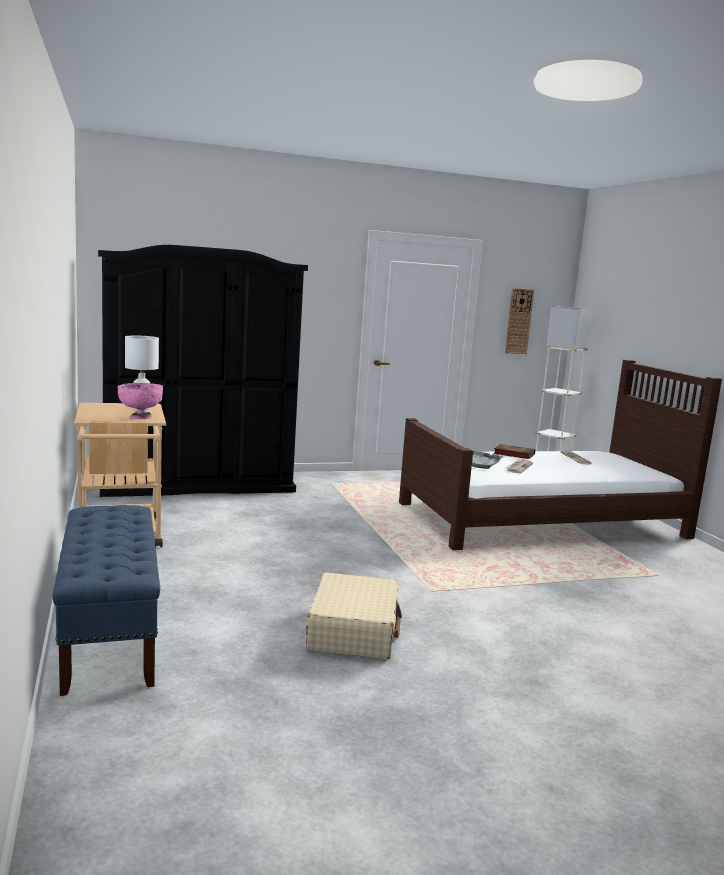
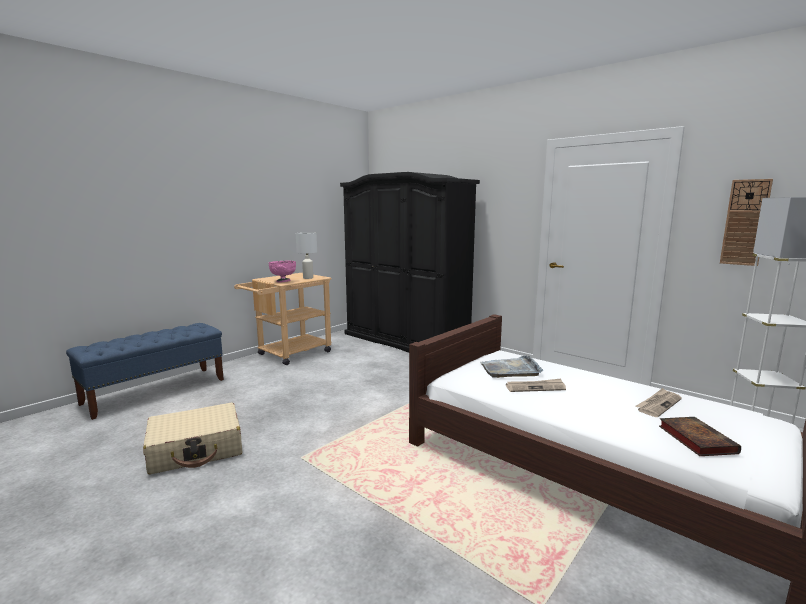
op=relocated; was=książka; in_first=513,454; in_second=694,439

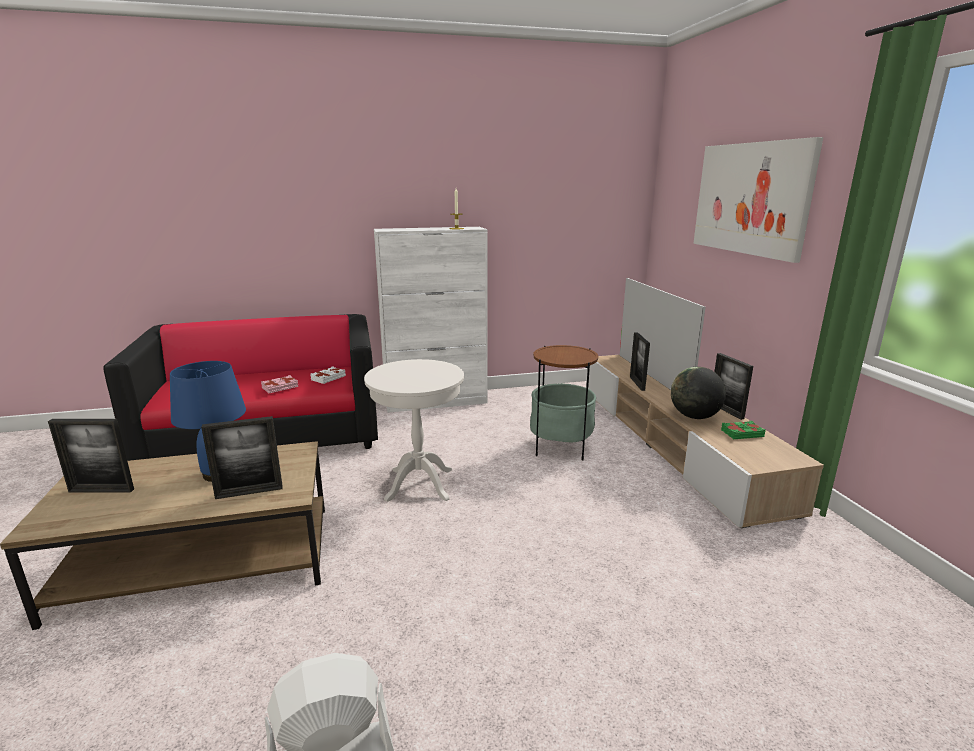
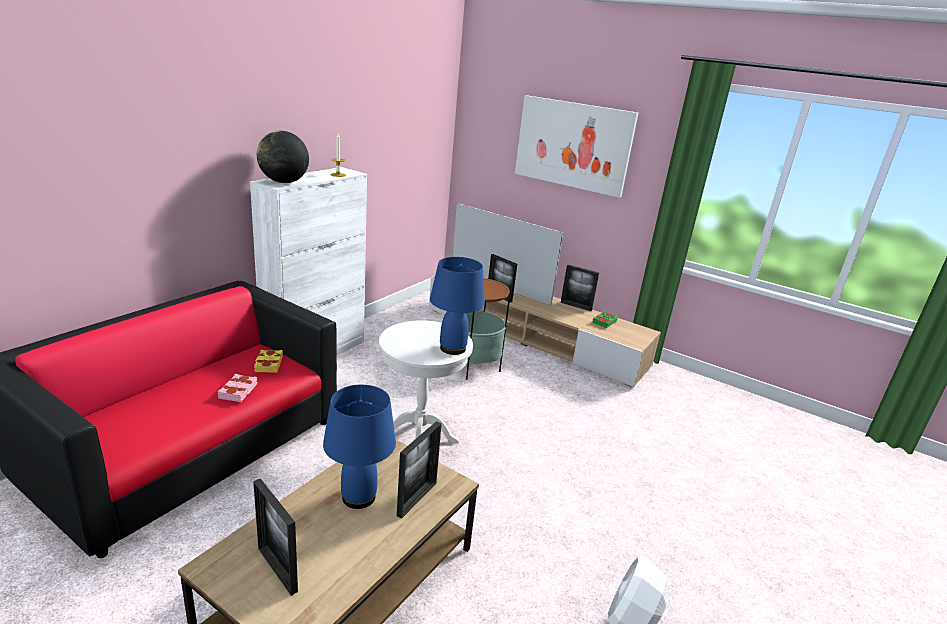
op=spun; was=ramka na zdjęcie; in_first=101,490; in_second=277,569; clockwise=90
op=colour; was=książka/biały; now=książka/żółty; in_first=328,378; in_second=268,364
op=relocated; was=globus; in_first=694,417; in_second=284,182
op=appeared; now=lampa stołowa/niebieski; in_second=452,348

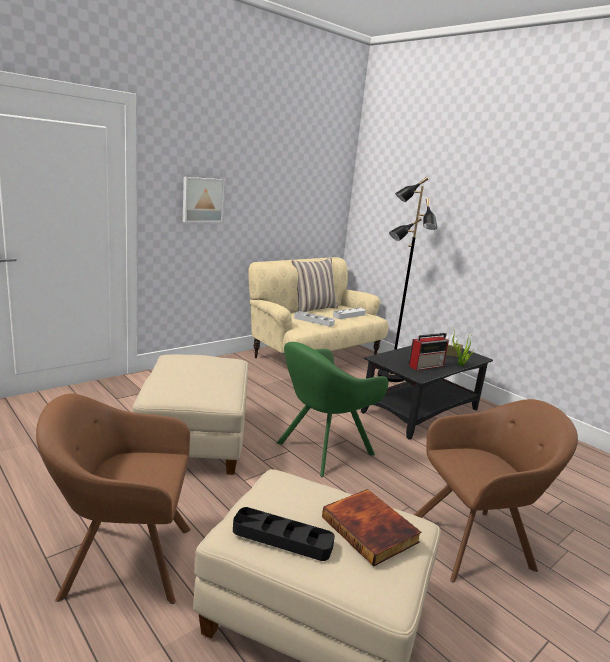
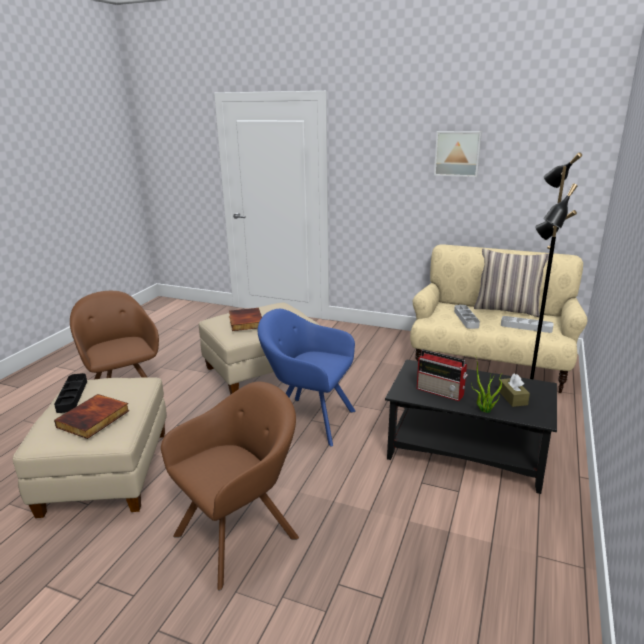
op=relocated; was=obraz; in_first=202,200; in_second=457,153
op=colour; was=fotel/zielony; now=fotel/niebieski; in_first=321,450; in_second=308,419
op=spun; was=fotel/brązowy; in_first=476,542; in_second=241,533; clockwise=-90
op=appeared; now=książka; in_second=245,321

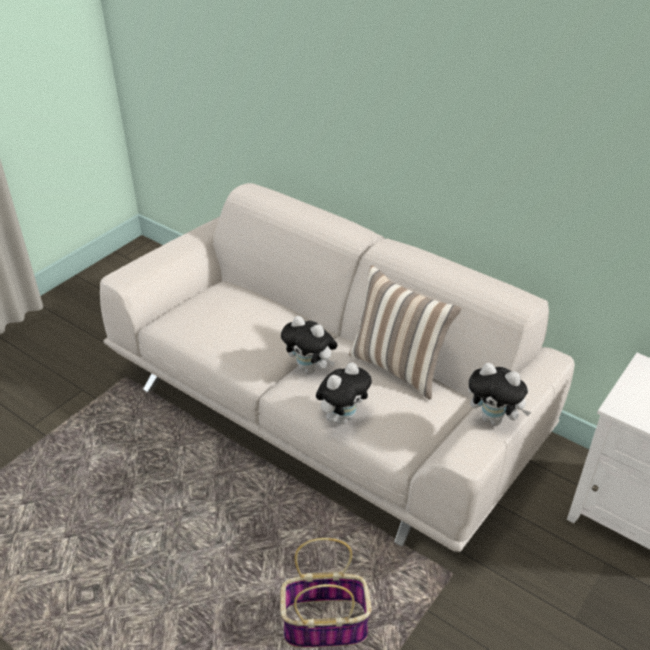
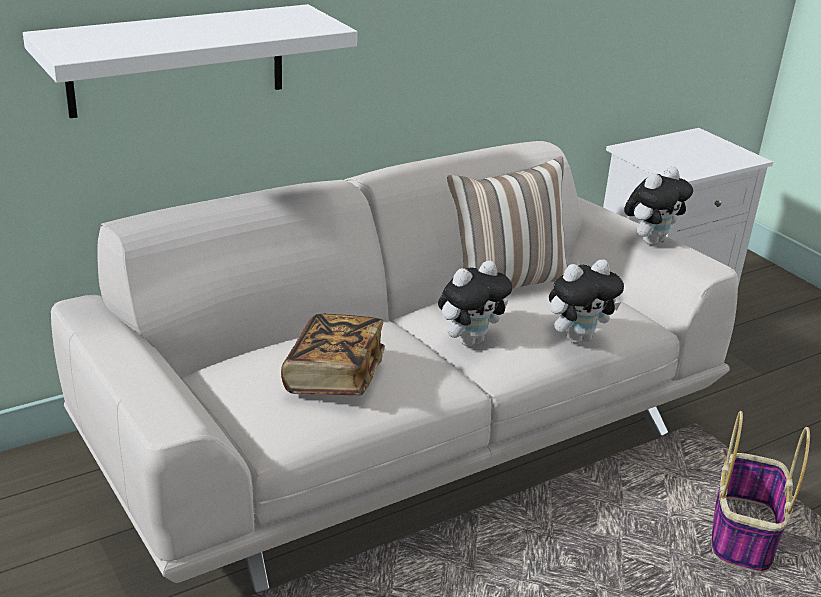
op=spun; was=pluszak; in_first=342,417; in_second=578,337; clockwise=90
op=appeared; now=półka/biały; in_second=177,60
op=appeared; now=książka; in_second=334,376

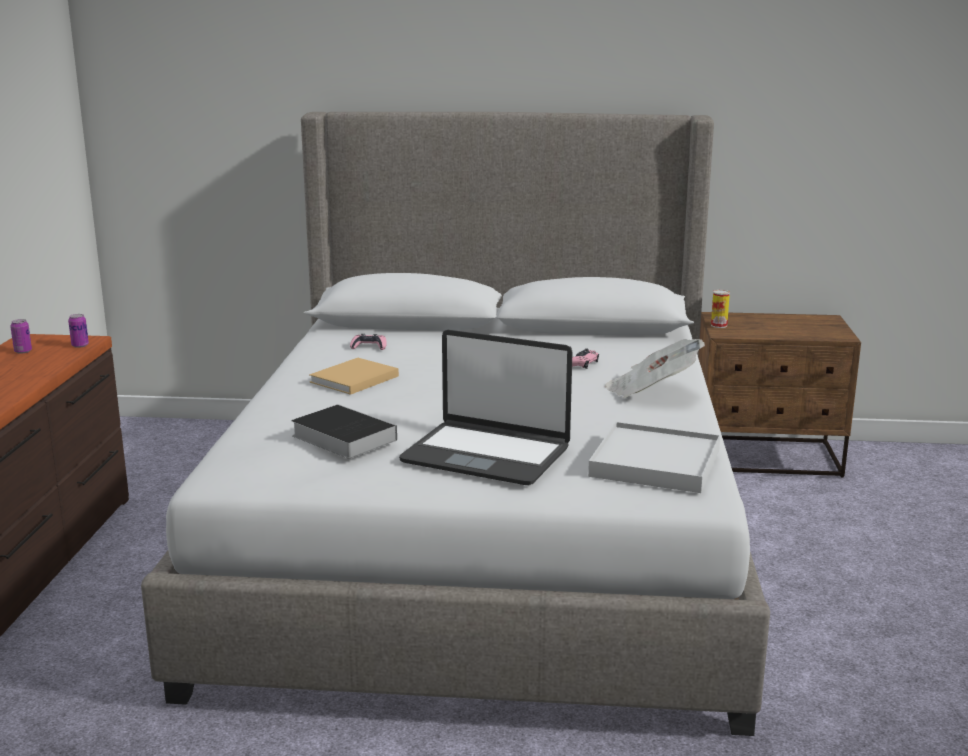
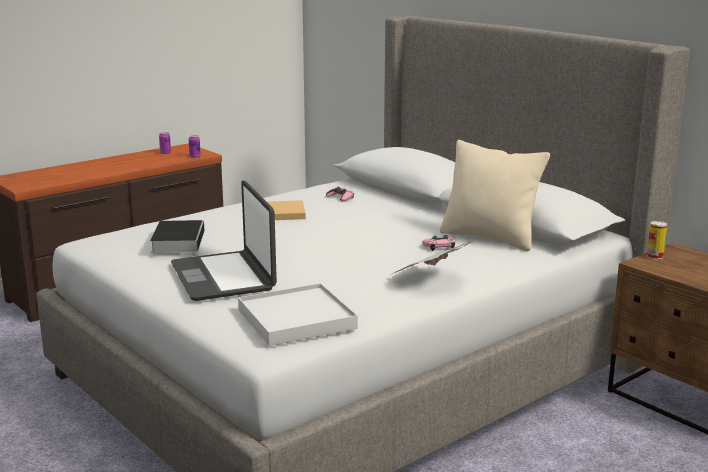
op=appeared; now=poduszka/beżowy; in_second=490,238

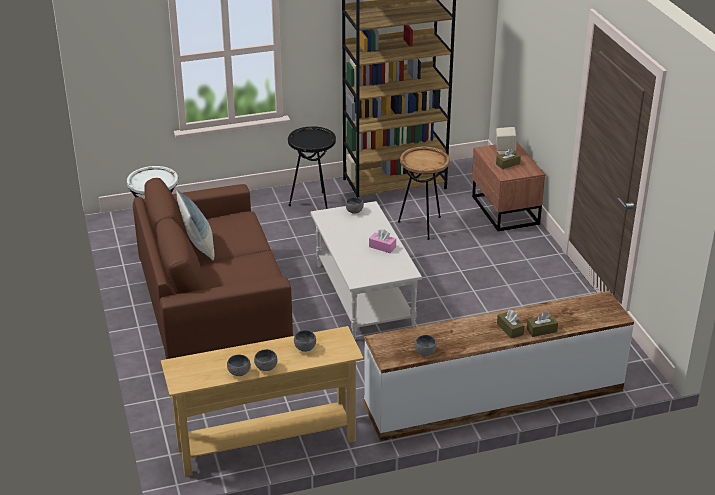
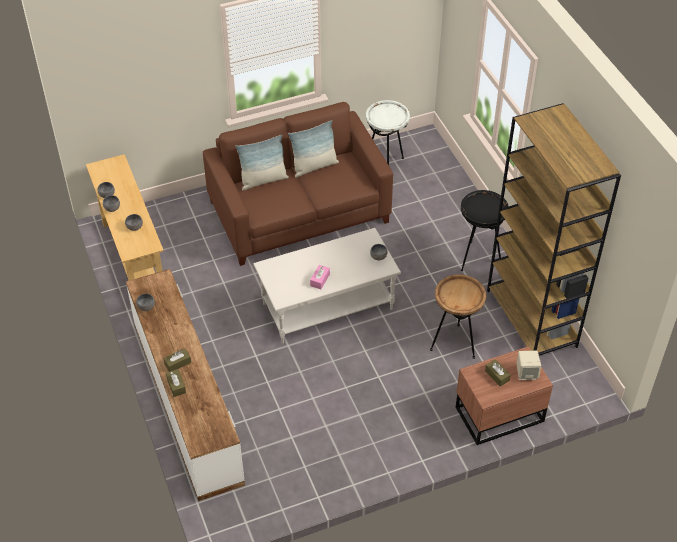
op=appeared; now=poduszka; in_second=263,180

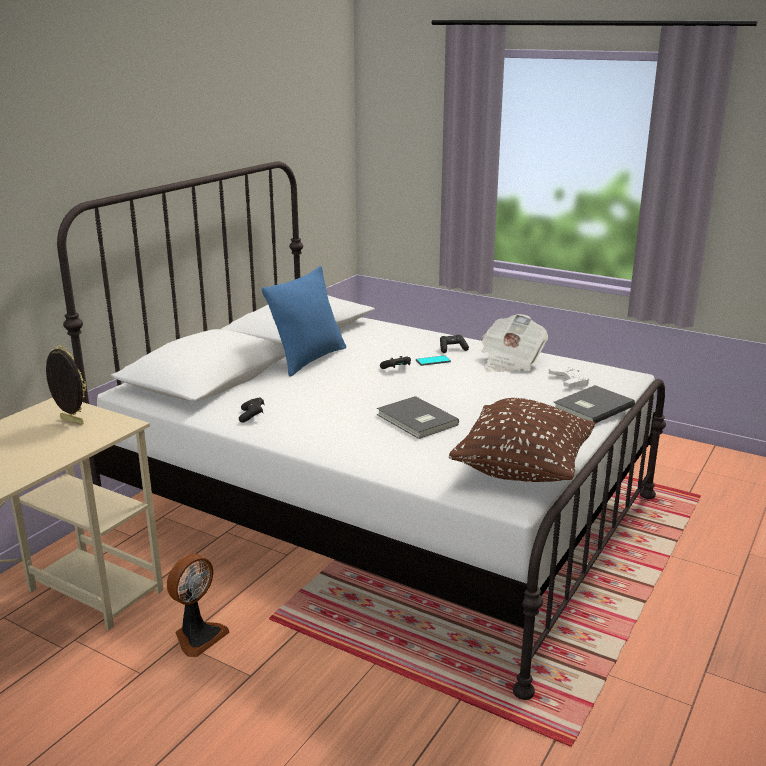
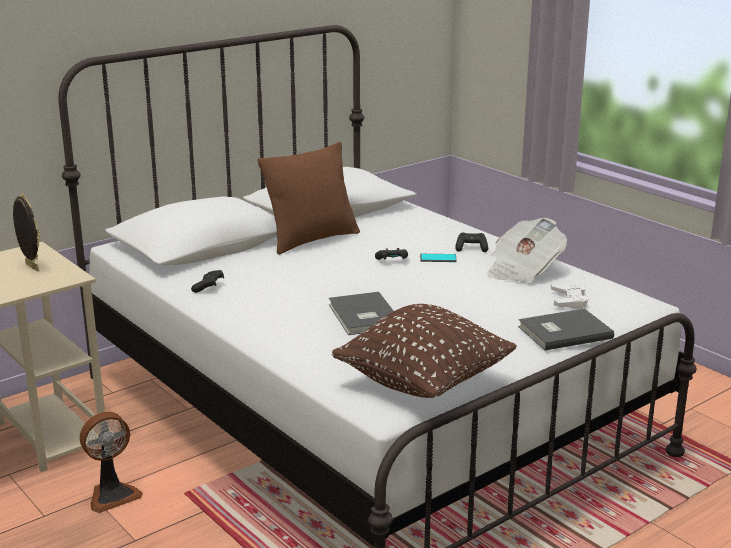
op=colour; was=poduszka/niebieski; now=poduszka/brązowy; in_first=309,359; in_second=312,239

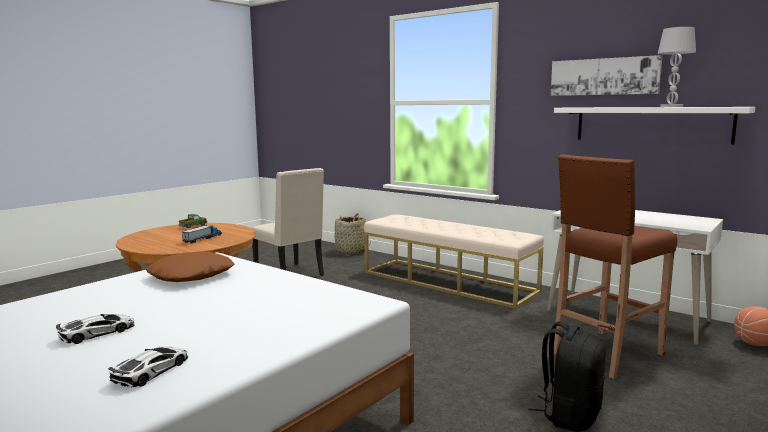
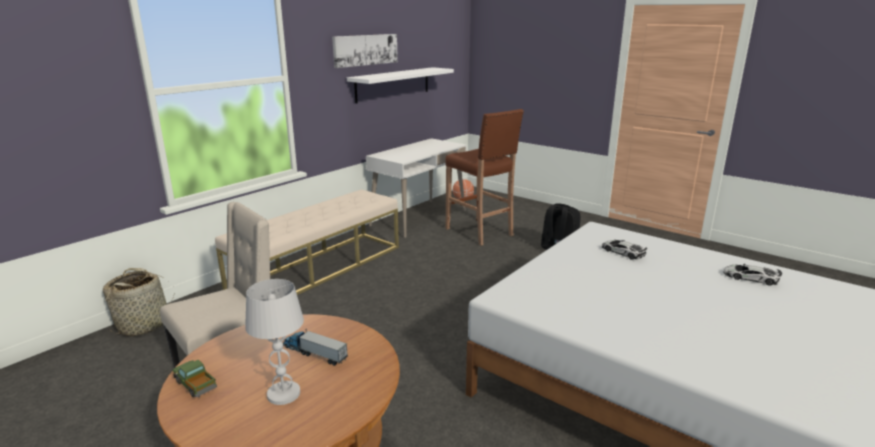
op=relocated; was=samochodzik; in_first=97,333; in_second=623,252
op=missing; was=poduszka/brązowy; in_first=191,275
op=relocated; was=lampa stołowa/biały; in_first=671,106; in_second=283,394

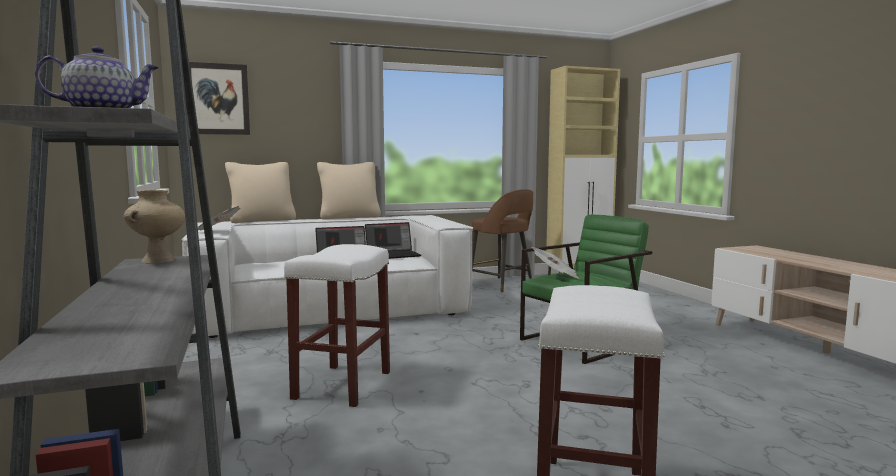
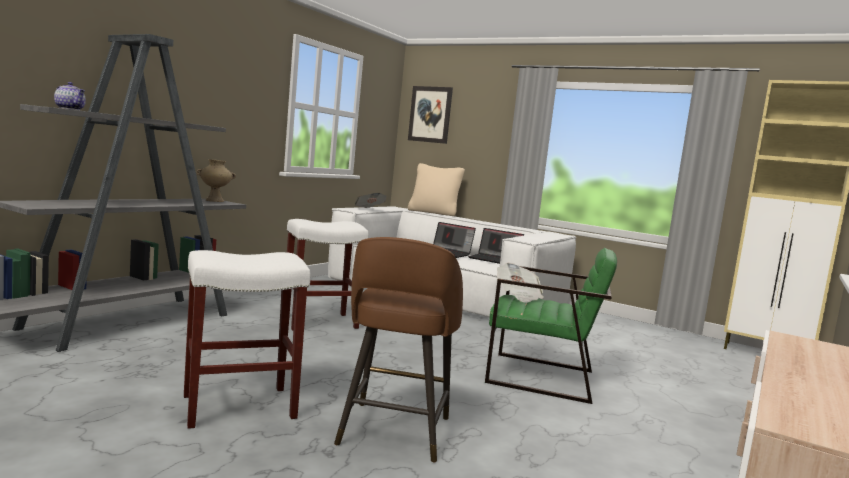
op=missing; was=poduszka/beżowy; in_first=349,217
op=relocated; was=stołek/brązowy; in_first=502,285; in_second=393,433

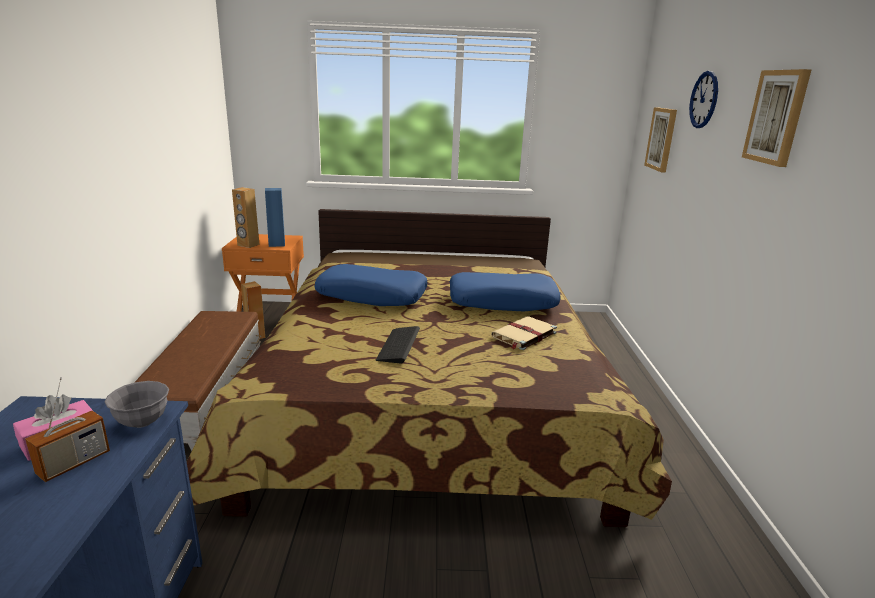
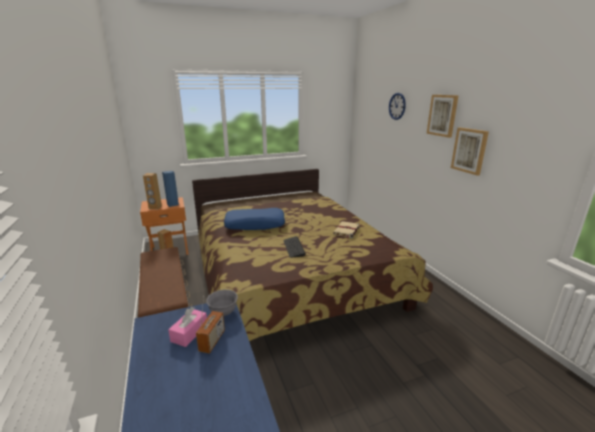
op=missing; was=poduszka/niebieski; in_first=502,302
op=relocated; was=obraz; in_first=661,139; in_second=469,150

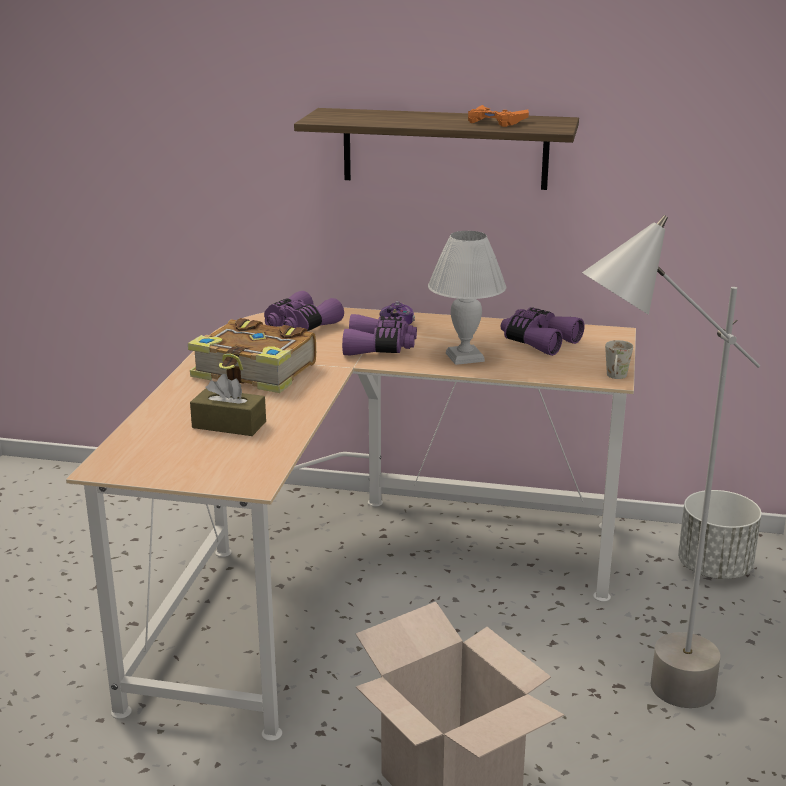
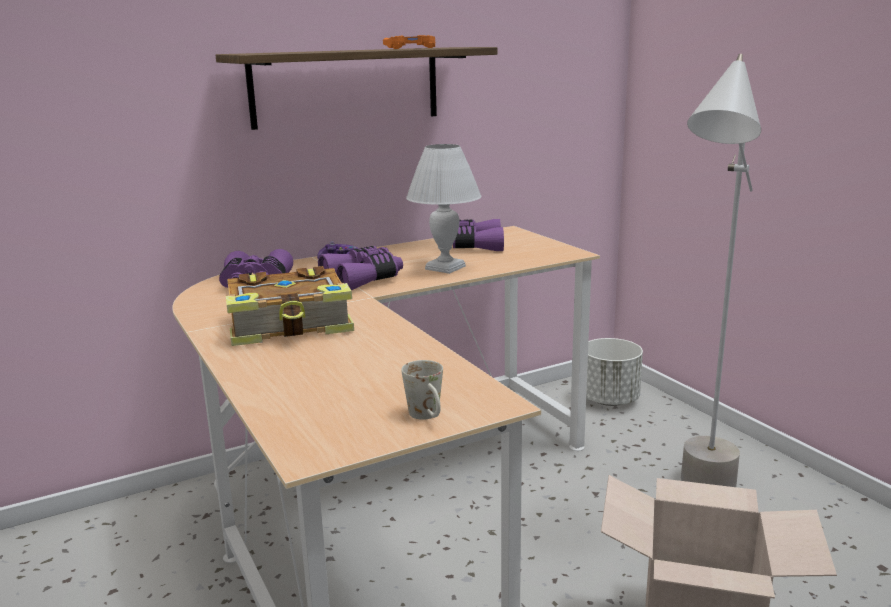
op=missing; was=pudełko chusteczek/brązowy; in_first=229,425
op=relocated; was=kubek/biały; in_first=616,378; in_second=428,417

